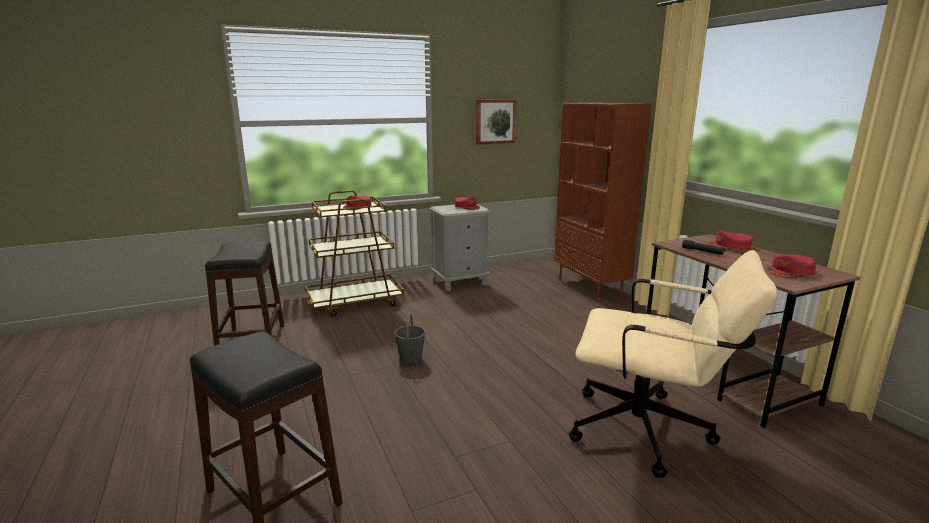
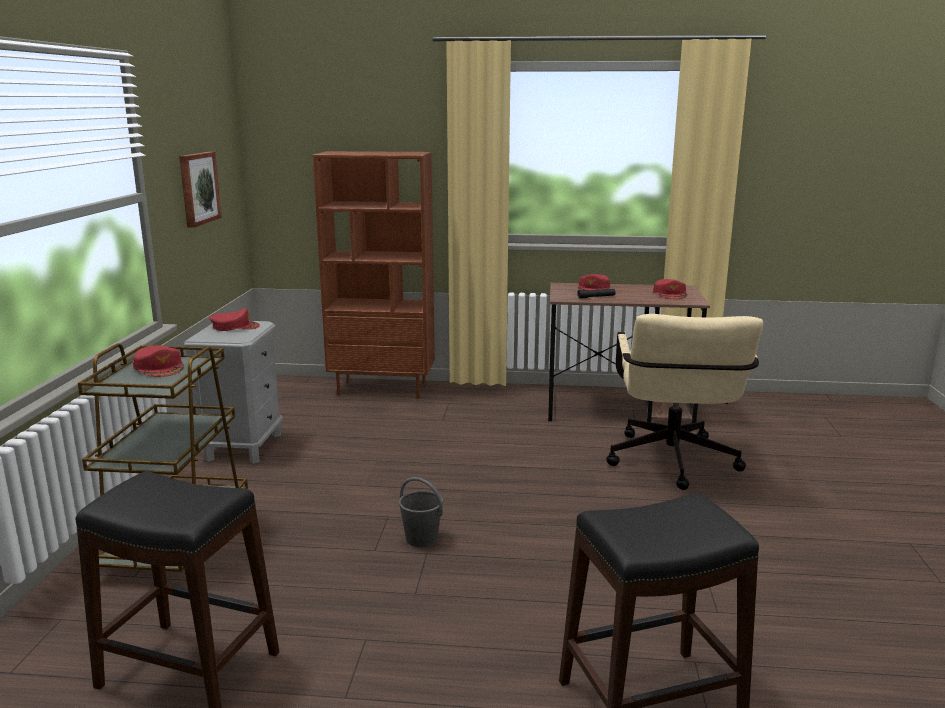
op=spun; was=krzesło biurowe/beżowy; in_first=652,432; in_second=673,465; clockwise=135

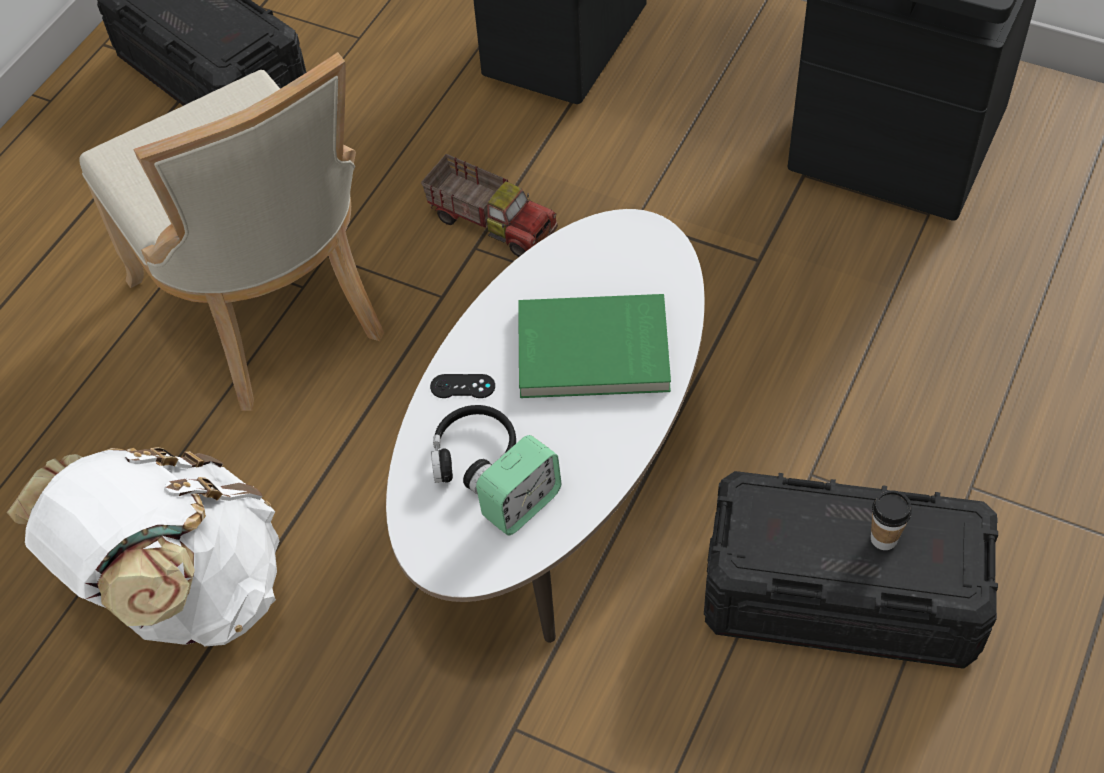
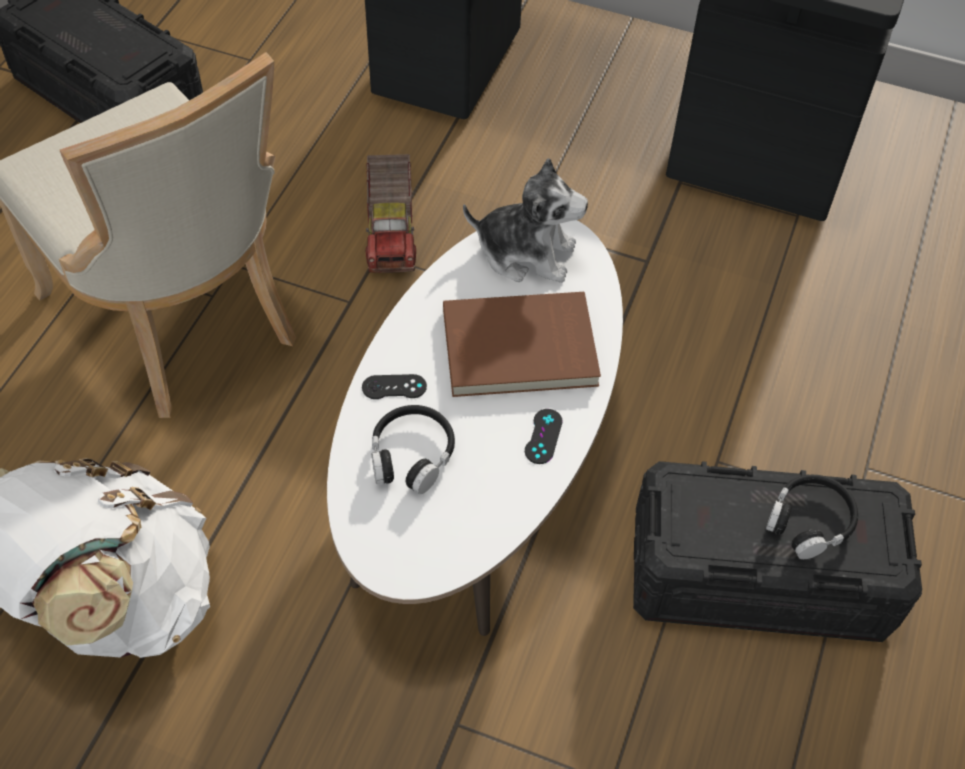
op=spun; was=ciężarówka zabawkowa; in_first=492,223; in_second=392,231; clockwise=60
op=missing; was=budzik; in_first=521,504
op=colour; was=książka/zielony; now=książka/brązowy; in_first=593,352; in_second=519,350
op=exchanged; was=filiżanka; now=słuchawki/czarny; in_first=883,538; in_second=809,521
op=appeared; now=pluszak; in_second=526,253
op=appeared; now=pad do gier/czarny; in_second=543,436

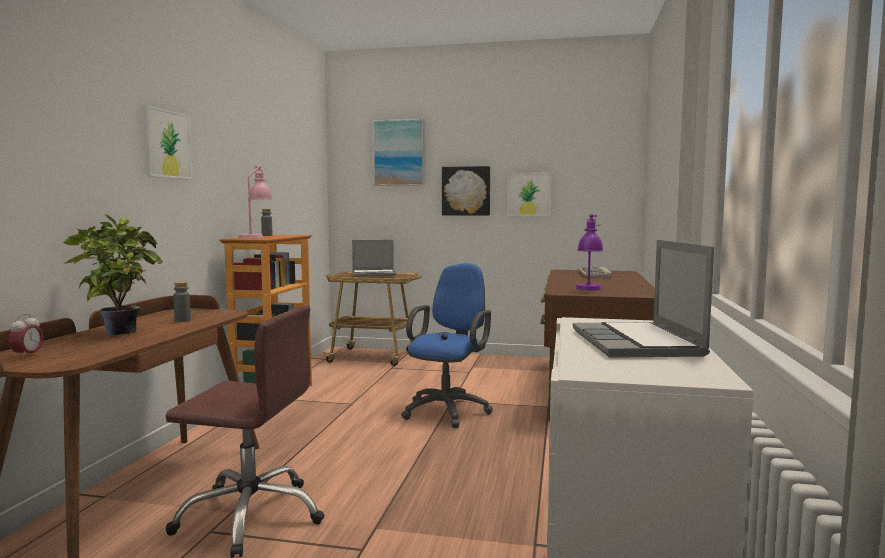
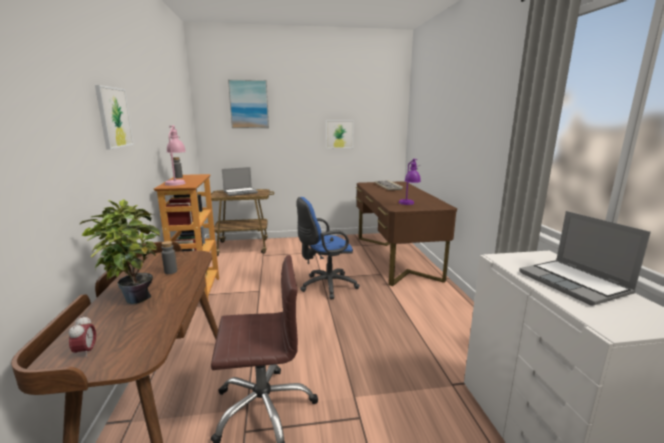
op=spun; was=krzesło biurowe/niebieski; in_first=448,410; in_second=325,286; clockwise=-120
op=missing; was=obraz; in_first=466,191

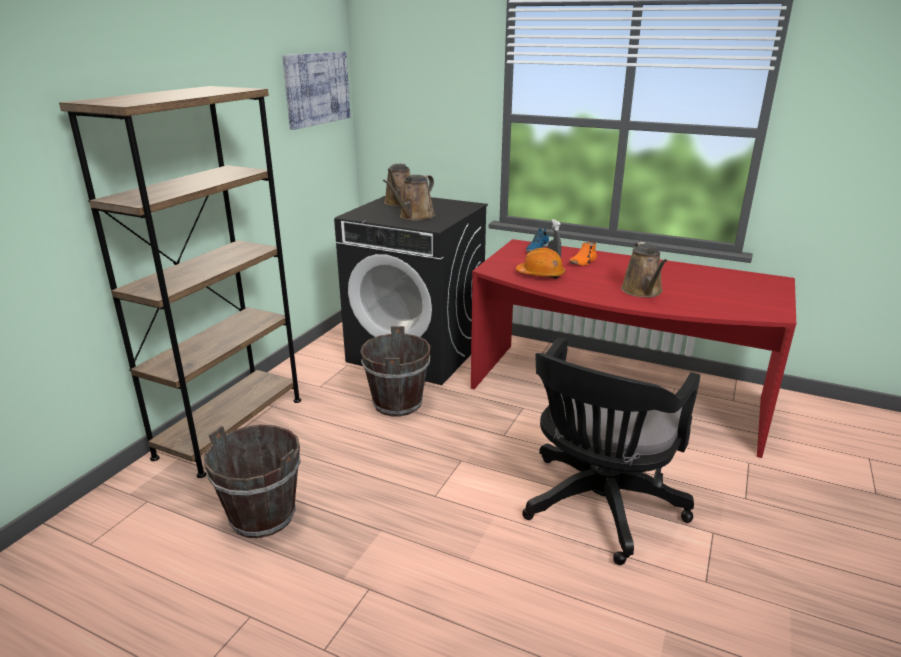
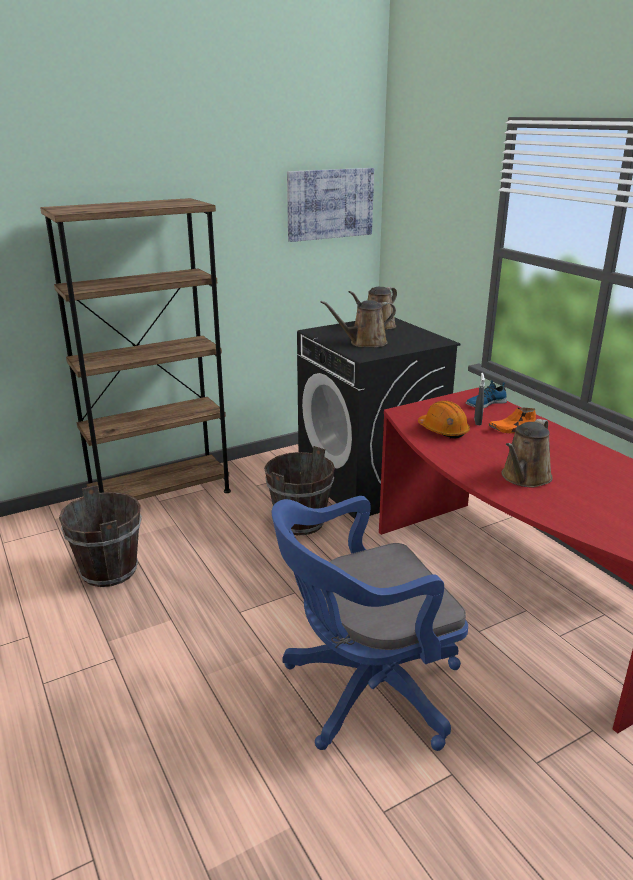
op=colour; was=krzesło biurowe/czarny; now=krzesło biurowe/niebieski; in_first=598,508; in_second=364,691

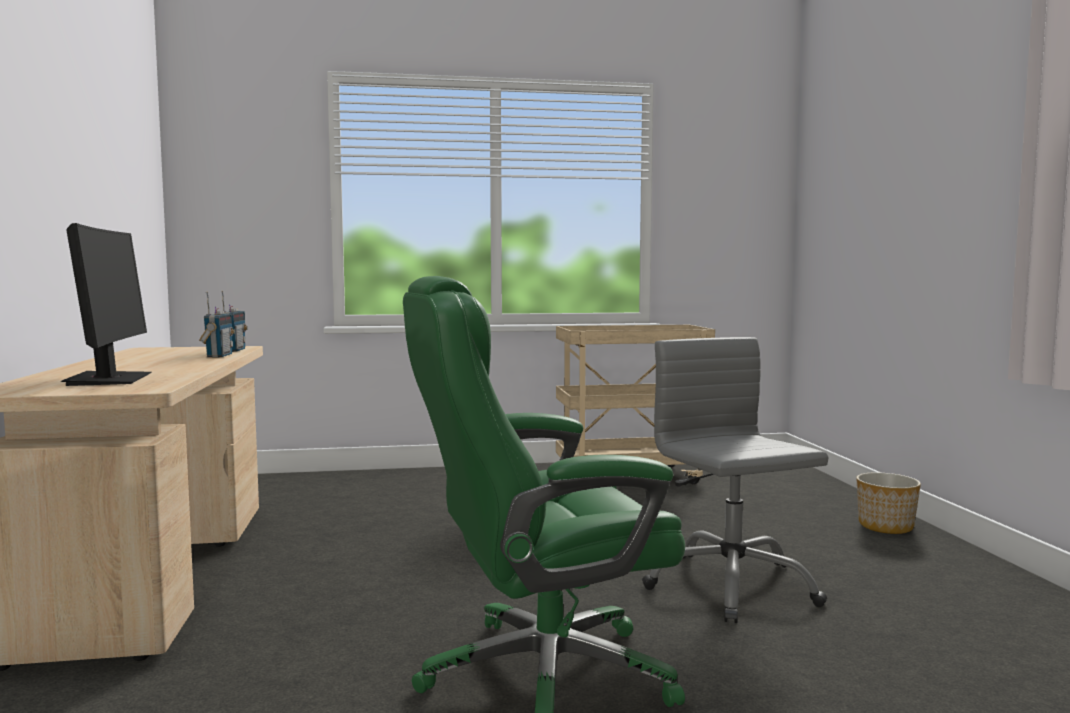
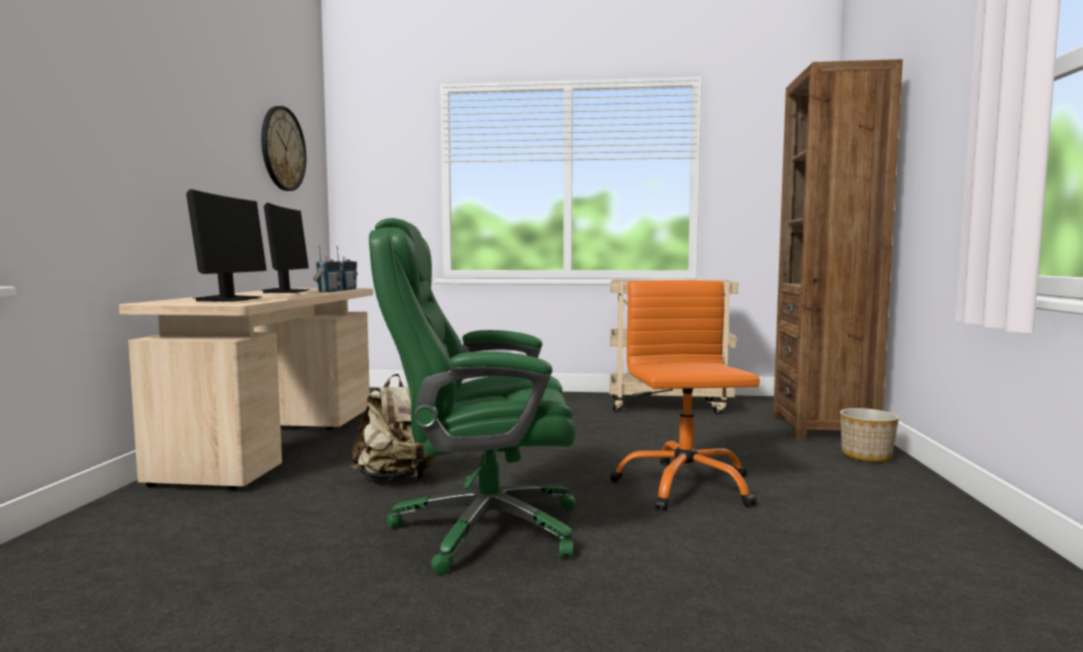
op=colour; was=krzesło biurowe/szary; now=krzesło biurowe/pomarańczowy; in_first=730,585; in_second=684,486
op=appeared; now=zegar ścienny; in_second=283,149
op=appeared; now=monitor; in_second=286,291
op=appeared; now=plecak/beżowy; in_second=397,479
op=appeared; now=regał/brązowy; in_second=823,428

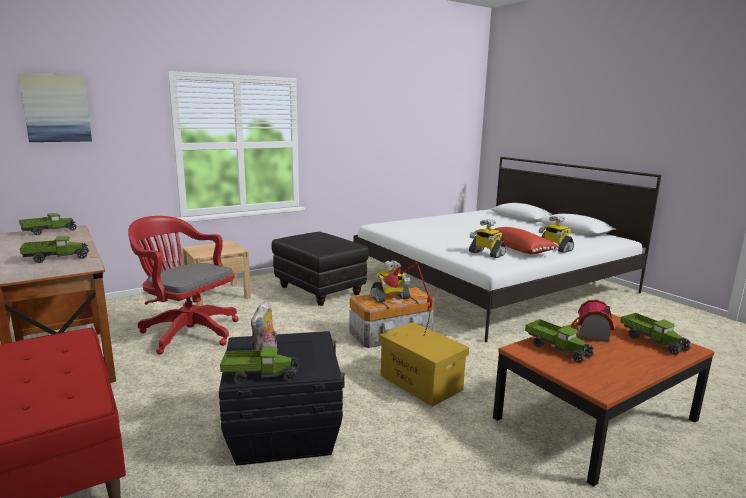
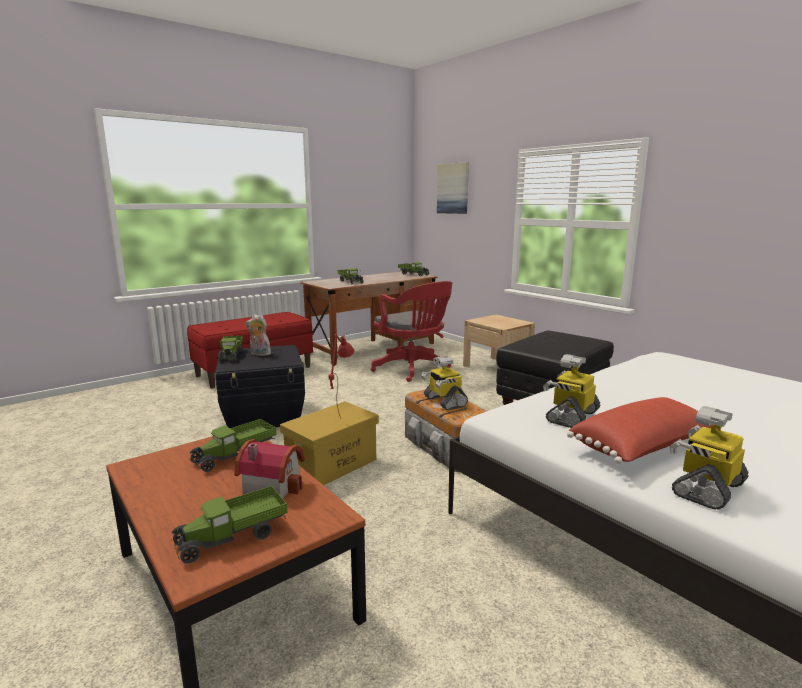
op=spun; was=krzesło biurowe/czerwony; in_first=187,331; in_second=413,369; clockwise=120

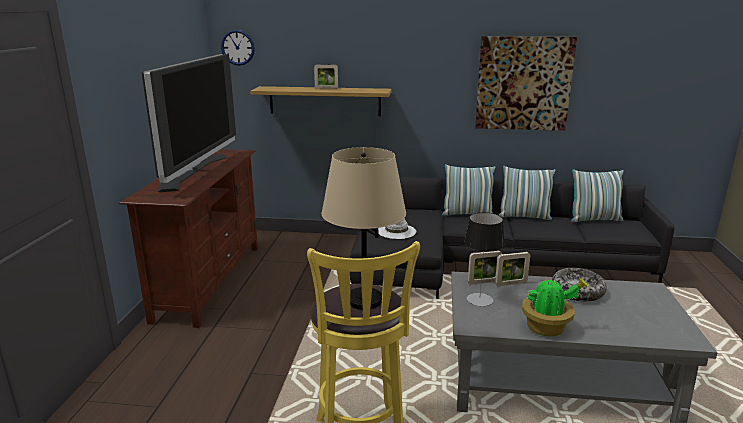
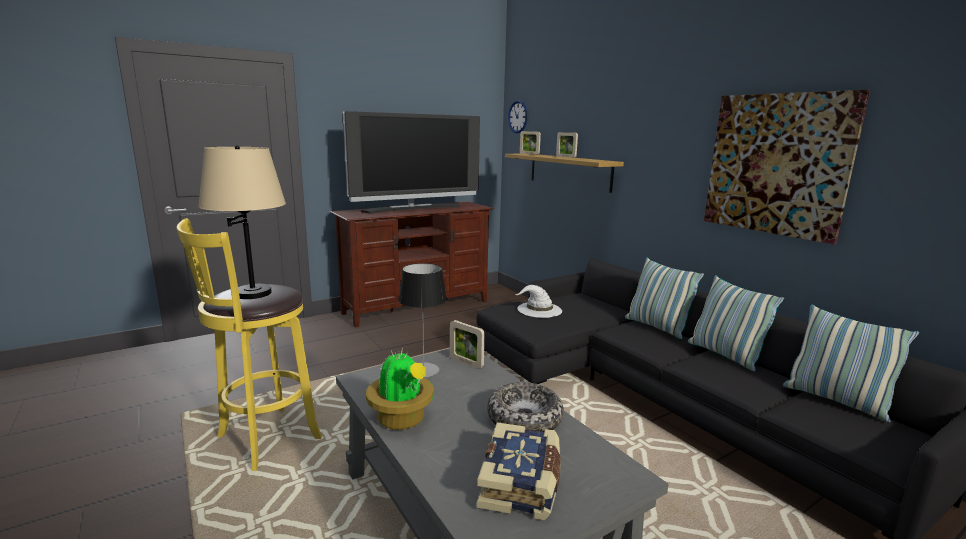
op=relocated; was=ramka na zdjęcie; in_first=511,283; in_second=529,154
op=appeared; now=książka; in_second=522,483

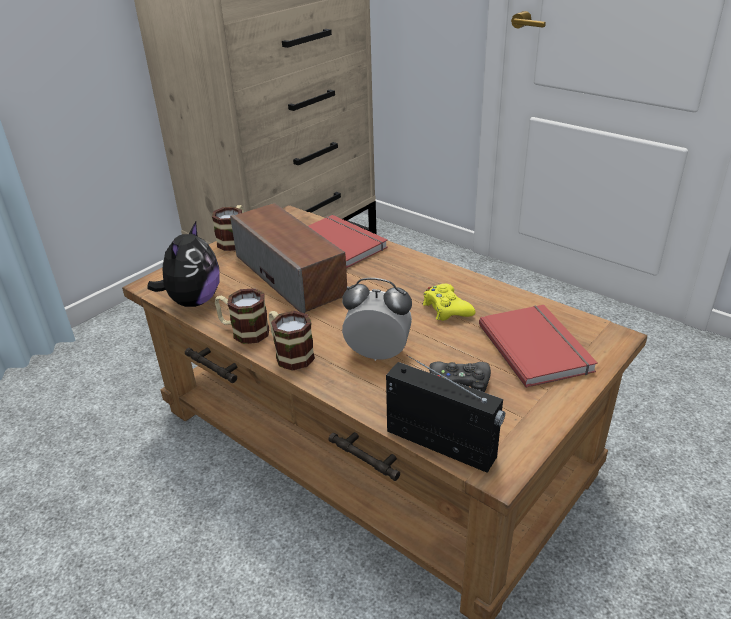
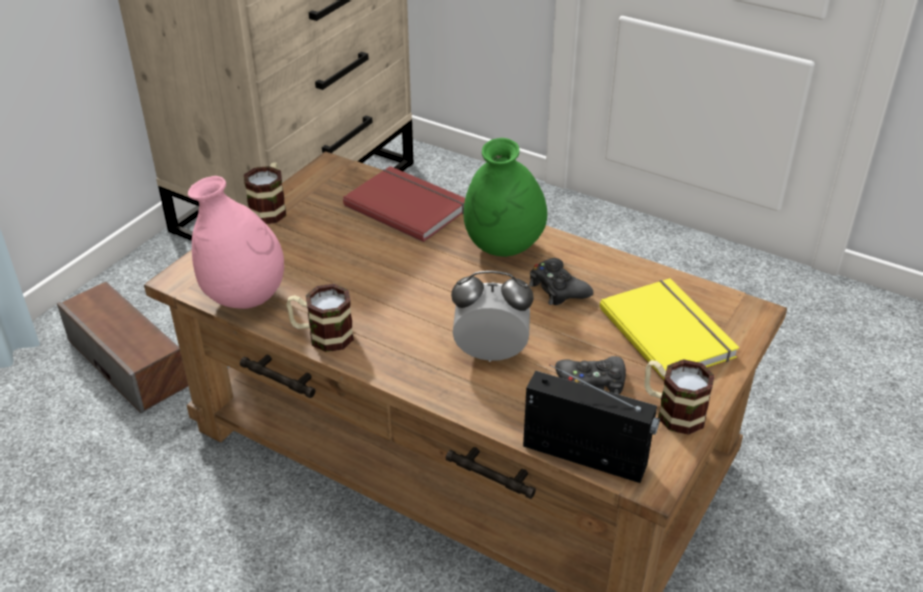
op=exchanged; was=pluszak; now=wazon/różowy; in_first=193,301; in_second=245,298
op=relocated; was=głośnik; in_first=290,275; in_second=128,363
op=relocated; was=kubek; in_first=290,354; in_second=672,411
op=colour; was=pad do gier/żółty; now=pad do gier/czarny; in_first=446,309; in_second=557,289
op=colour; was=książka/czerwony; now=książka/żółty; in_first=537,347; in_second=669,331
op=appeared; now=wazon/zielony; in_second=503,248

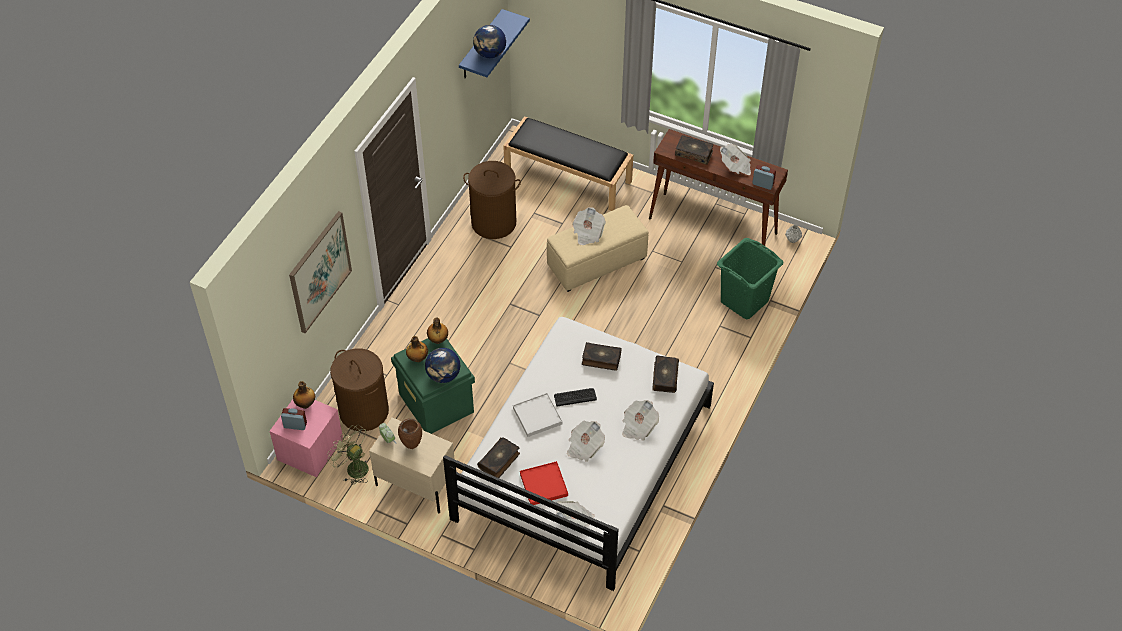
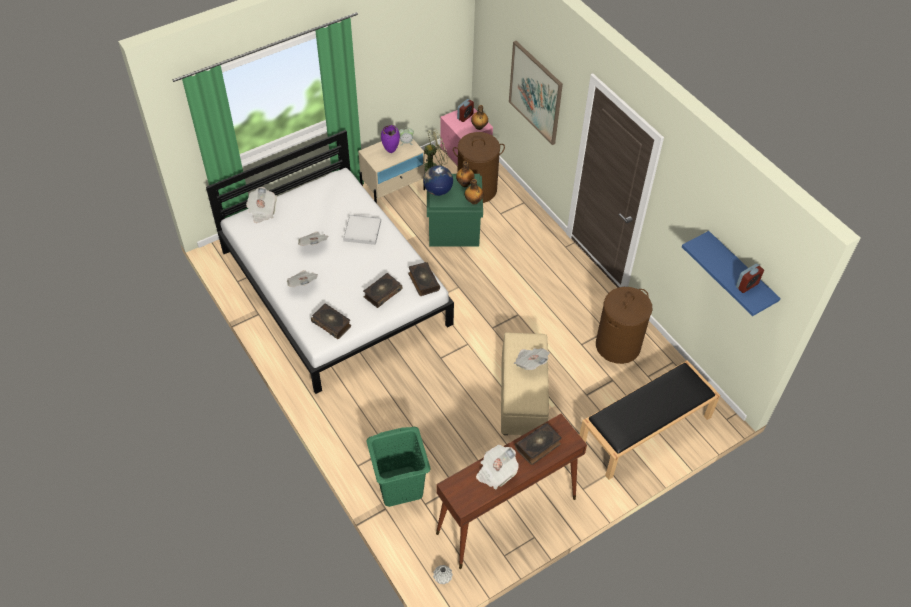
op=colour; was=wazon/brązowy; now=wazon/fioletowy; in_first=412,445; in_second=391,151
op=missing; was=globus; in_first=490,54
op=relocated; was=książka; in_first=499,461; in_second=423,282
op=missing; was=taca/czerwony; in_first=543,485
op=missing; was=klawiatura; in_first=575,397
op=relocated; was=budzik; in_first=763,184; in_second=746,285

